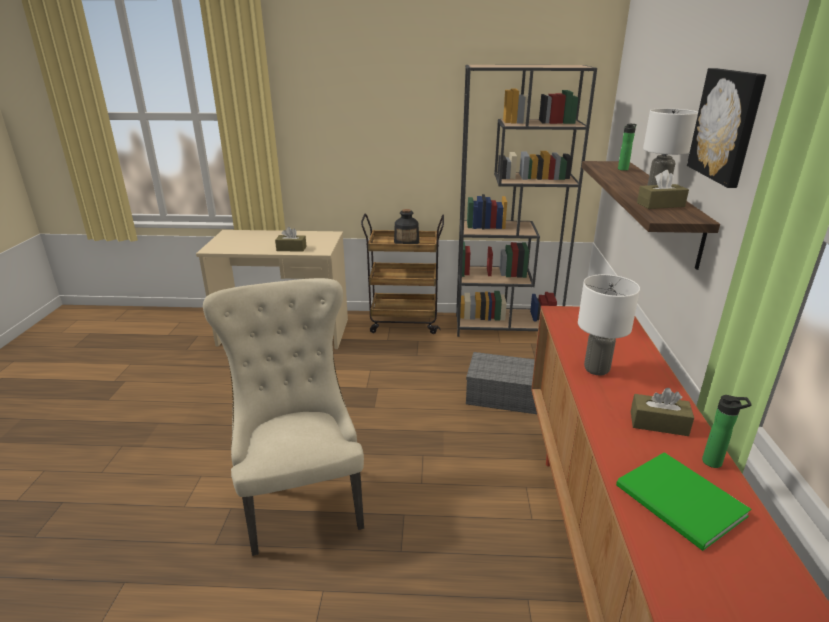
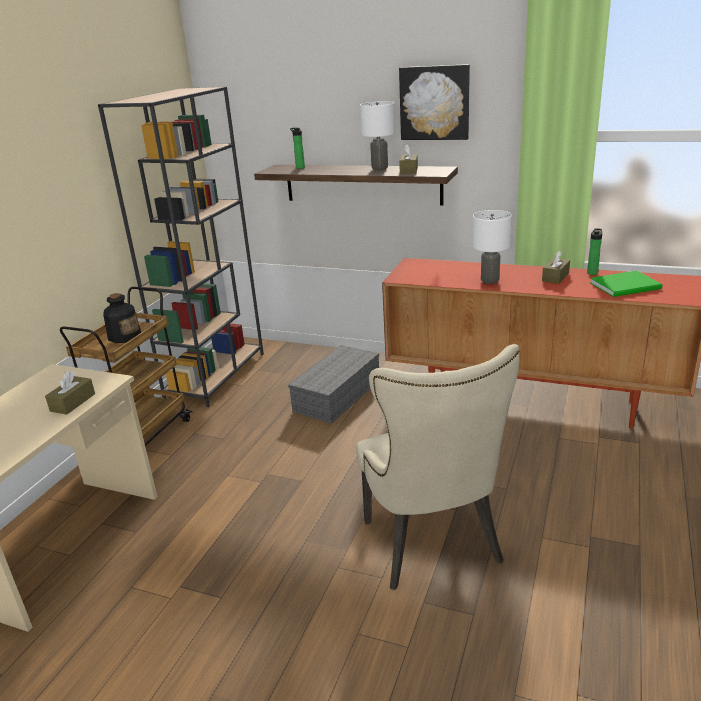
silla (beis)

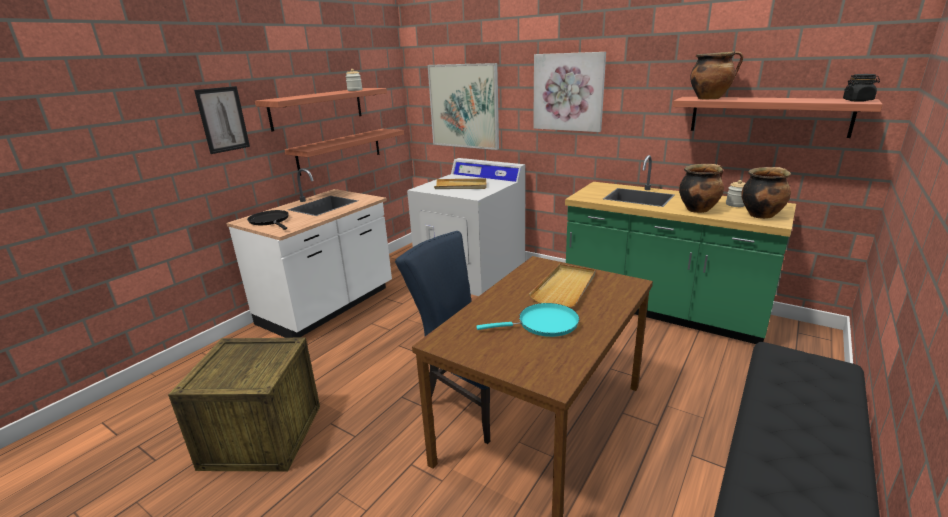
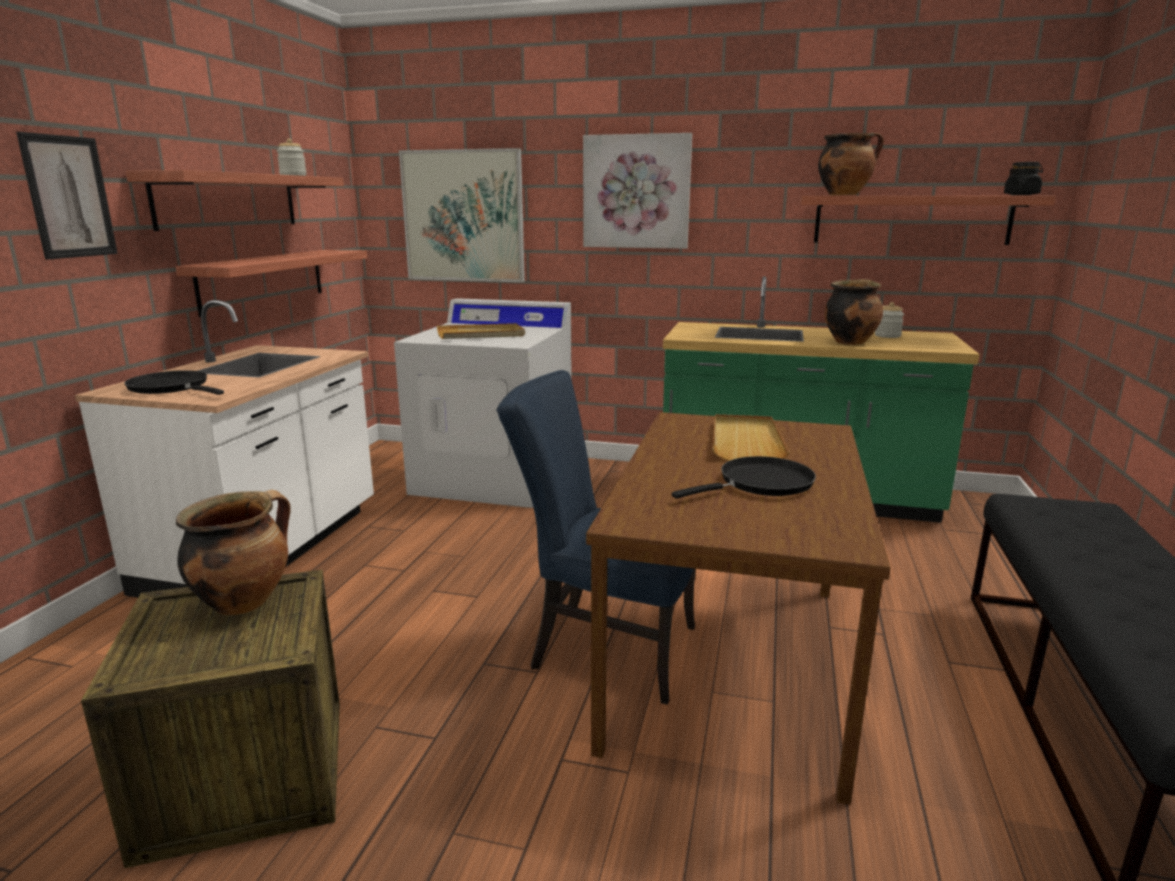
olla (1st from left)
sartén (negro) (2nd from left)

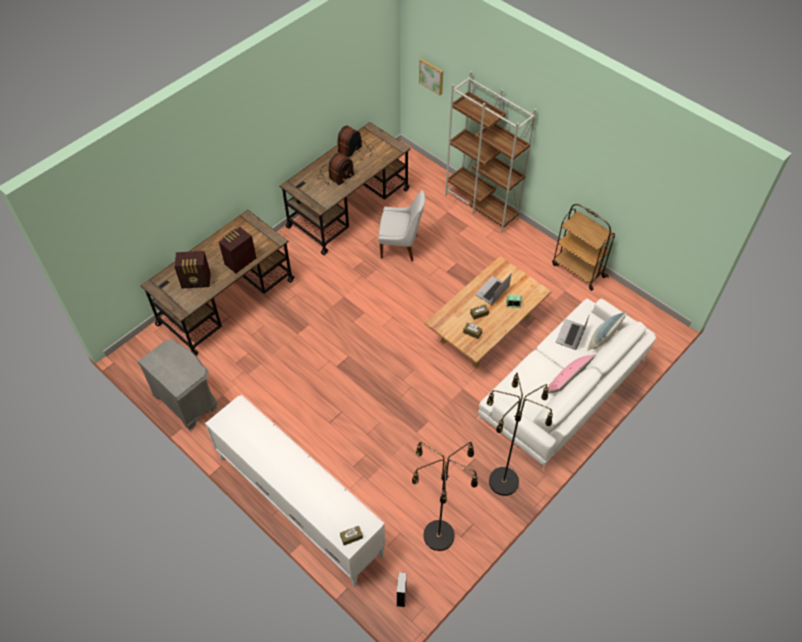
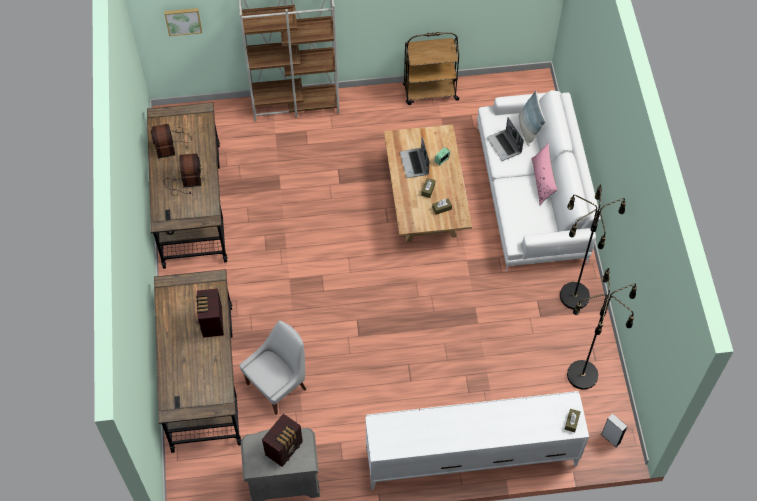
silla (blanco)
radio (4th from left)

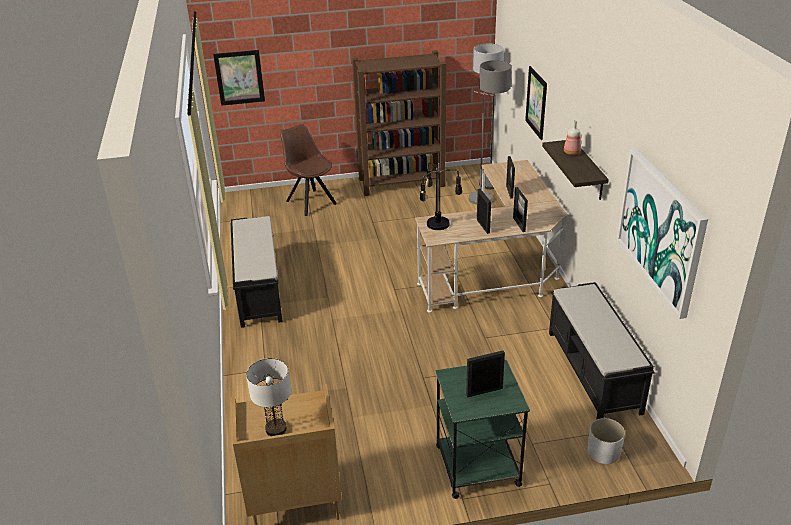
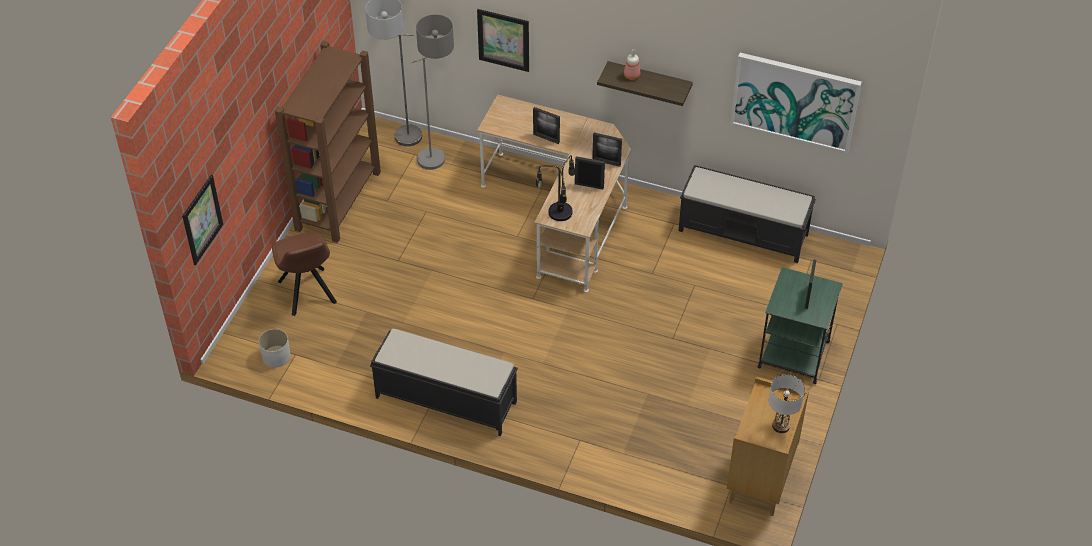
silla (marrón)
maceta (blanco)

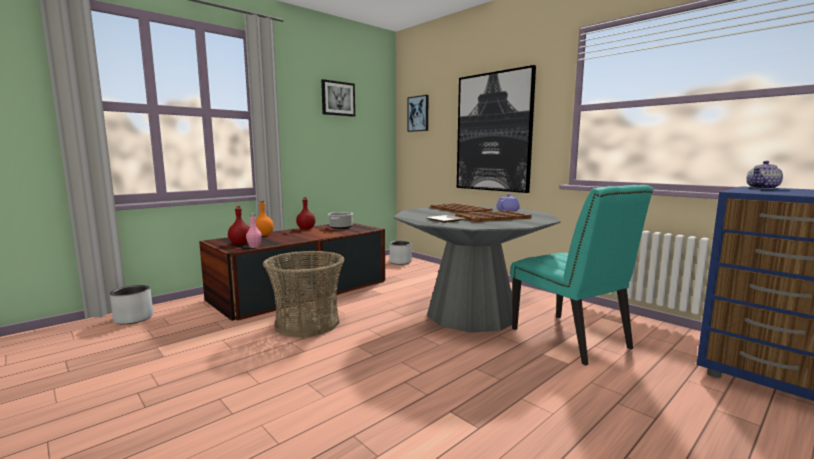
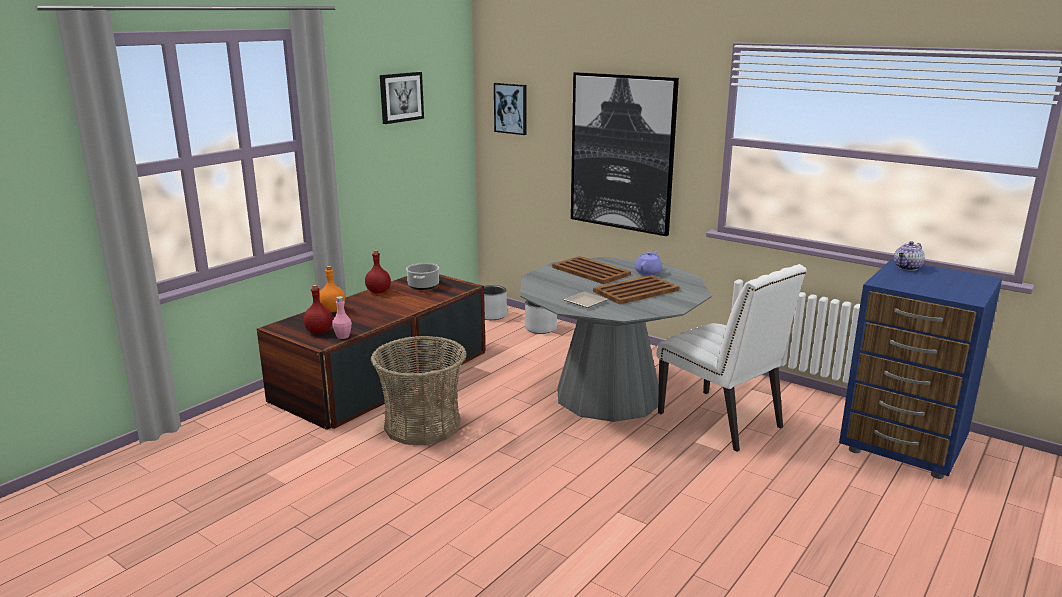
silla (blanco)
maceta (gris) (2nd from left)

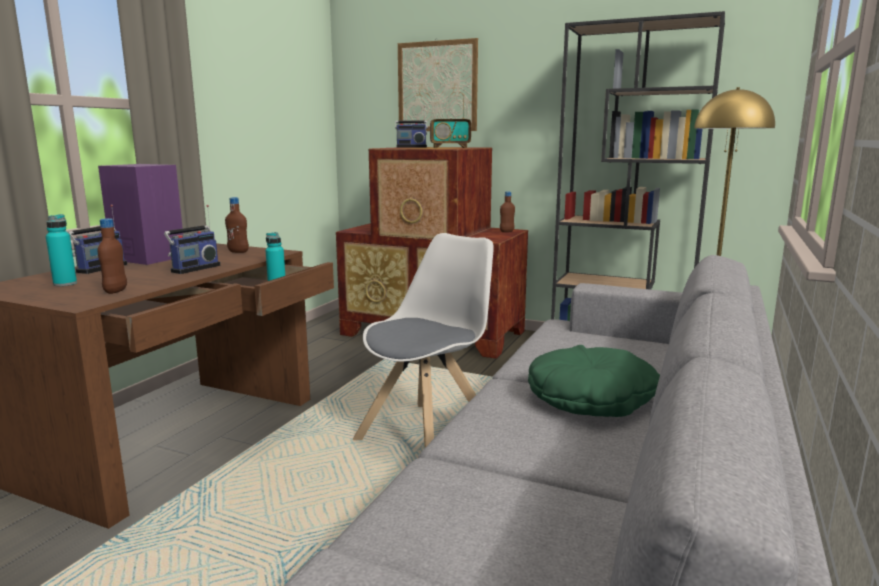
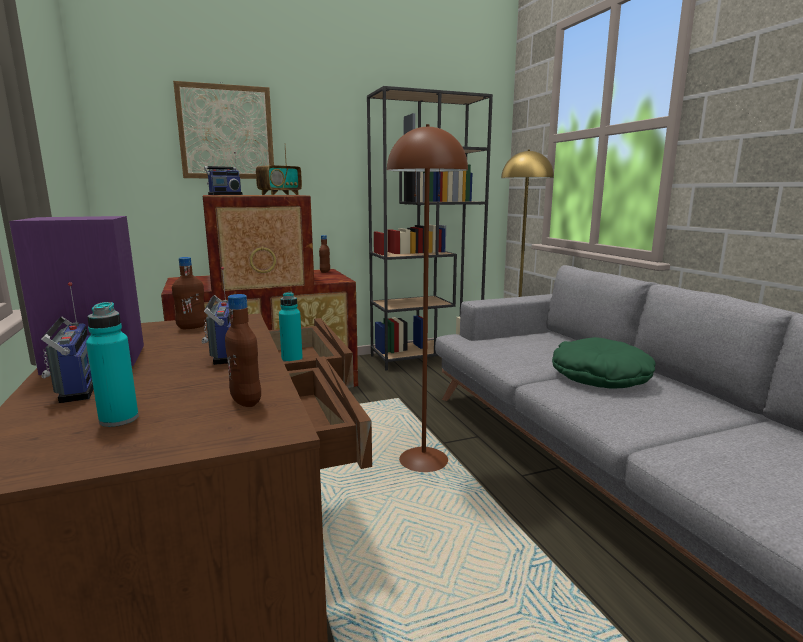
lámpara de pie (marrón)

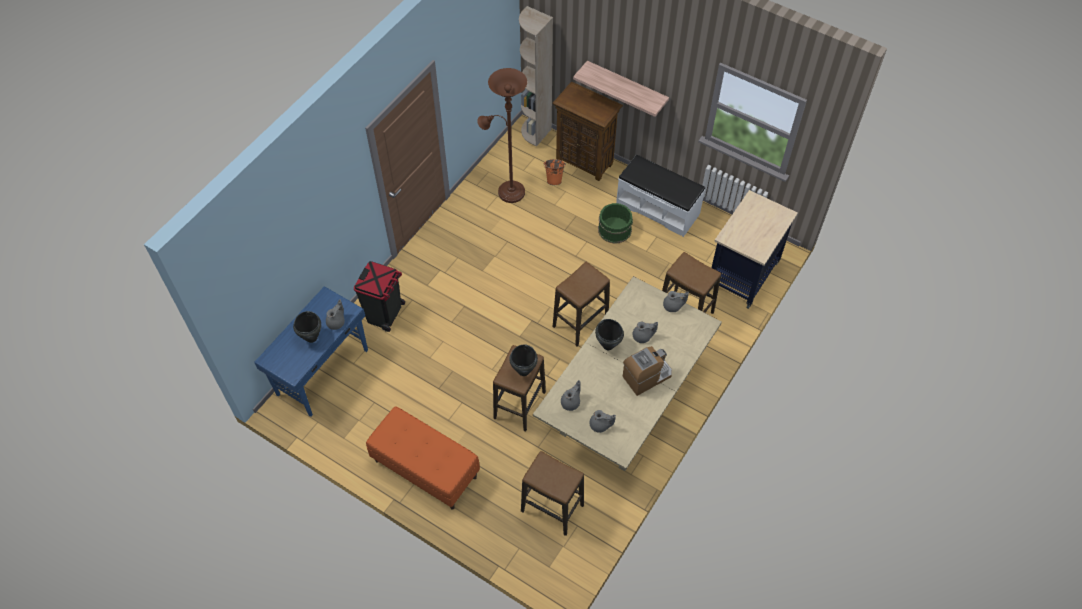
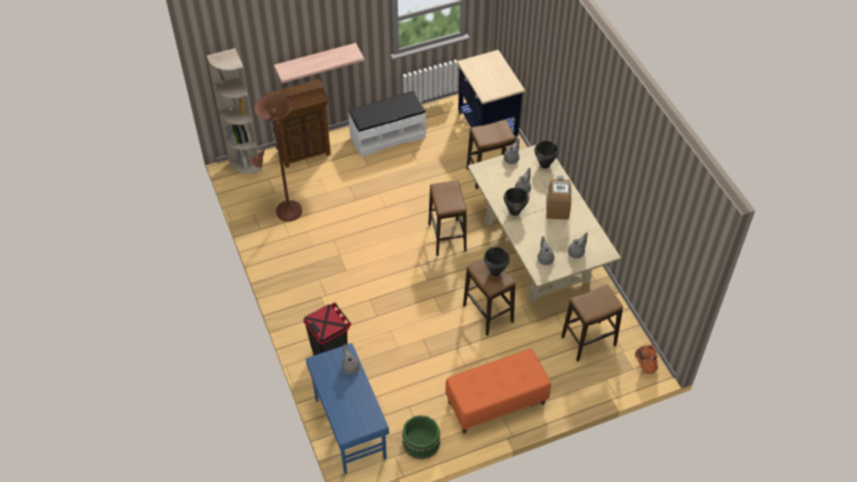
cubo (naranja)
cubo (verde)
olla (negro) (3rd from left)

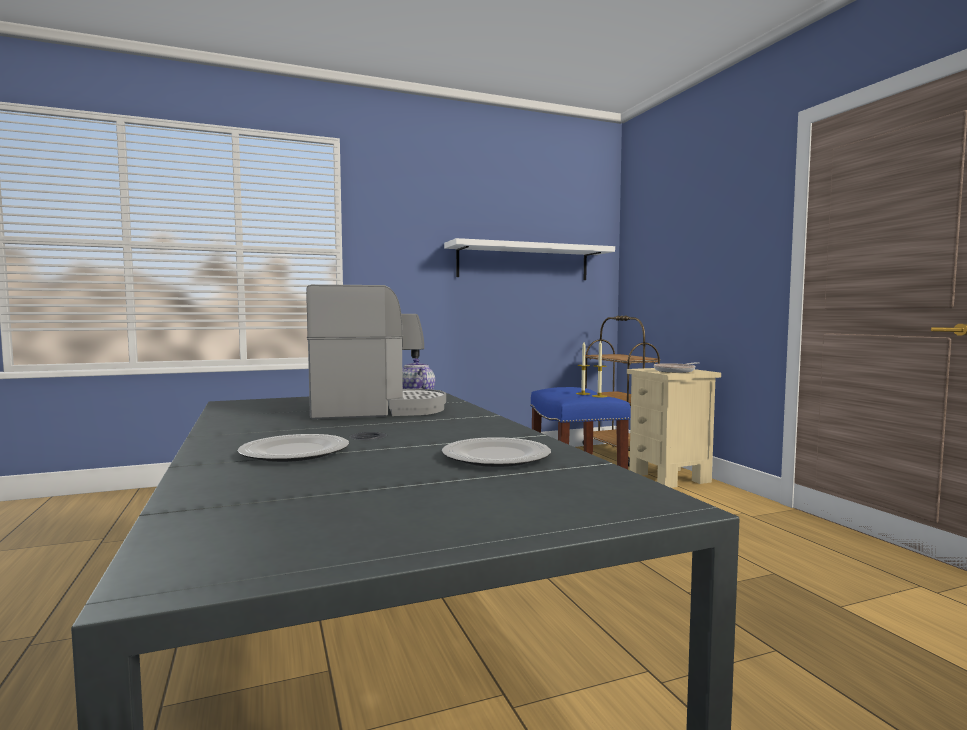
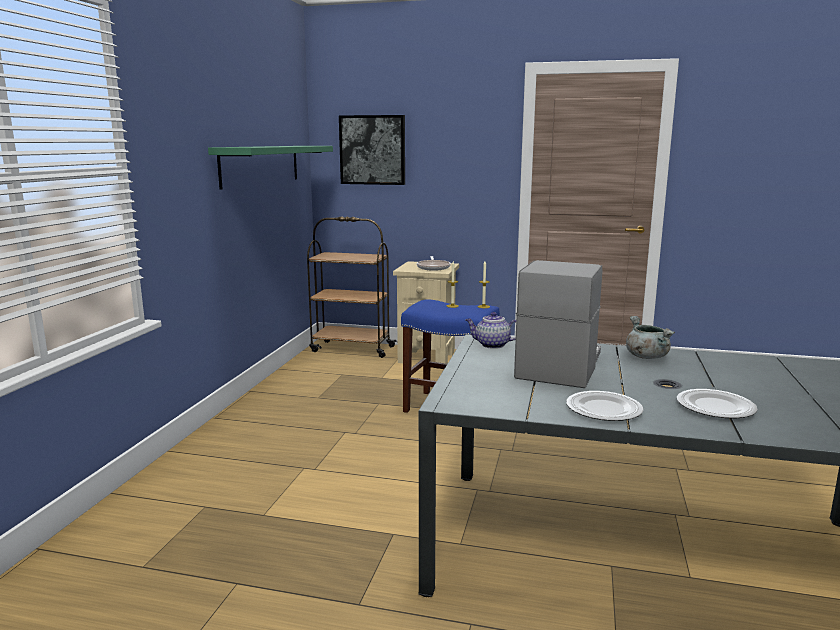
estante (verde)
plato (1st from left)
cuadro
olla (gris)

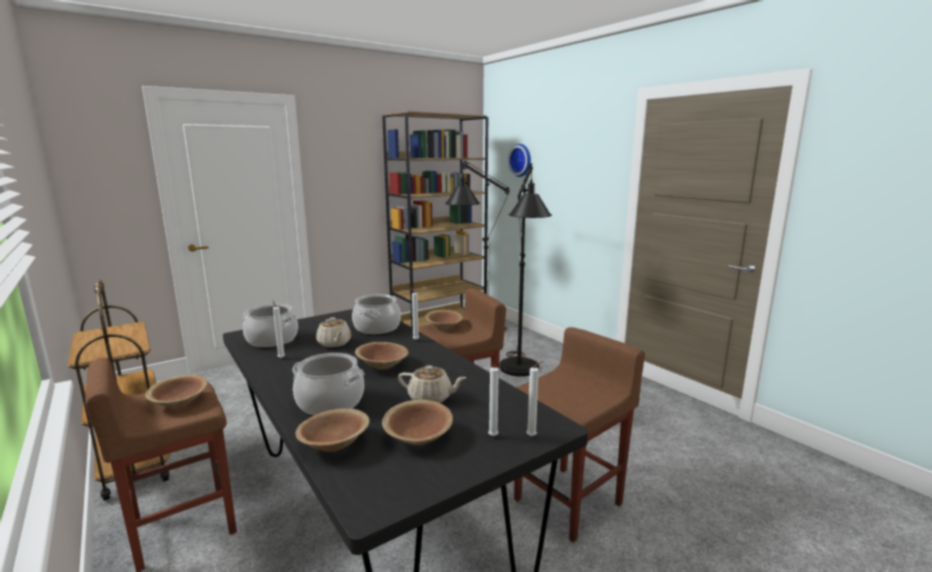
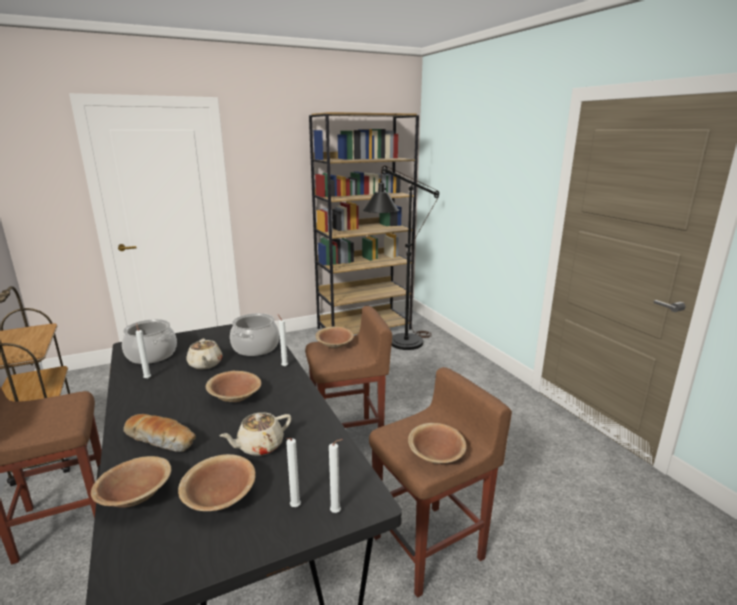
reloj de pared
lámpara de pie (negro) (2nd from left in the first image)
pan
tetera (beis) (2nd from left)
cuenco (marrón) (5th from left)

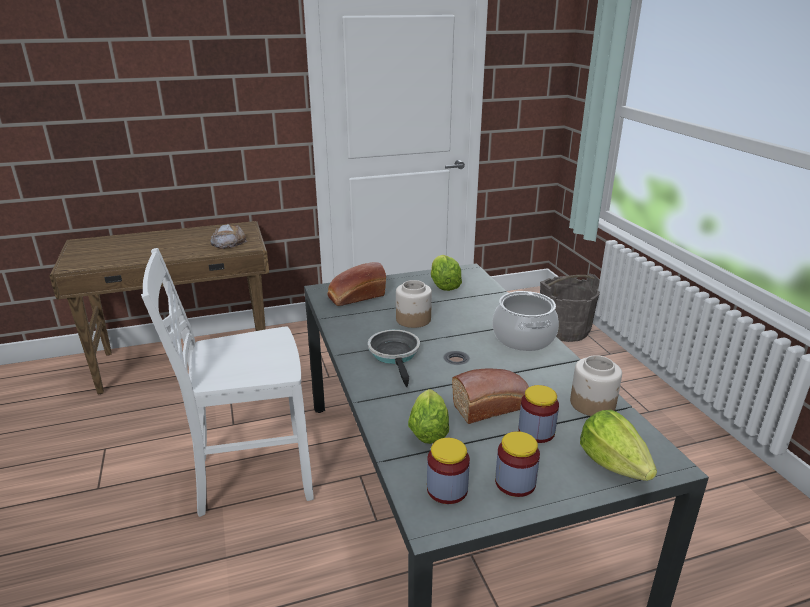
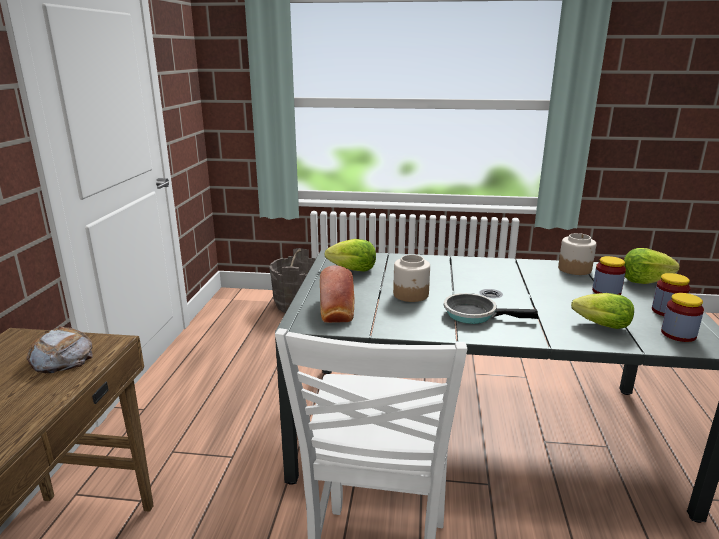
olla
pan (3rd from left in the first image)

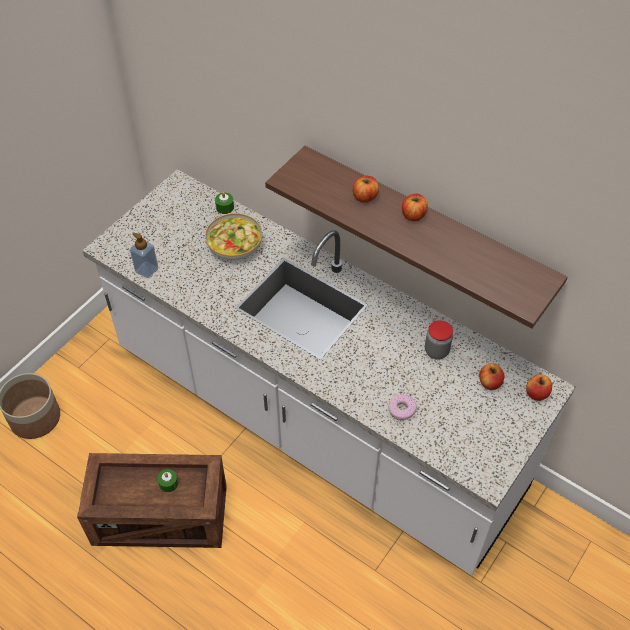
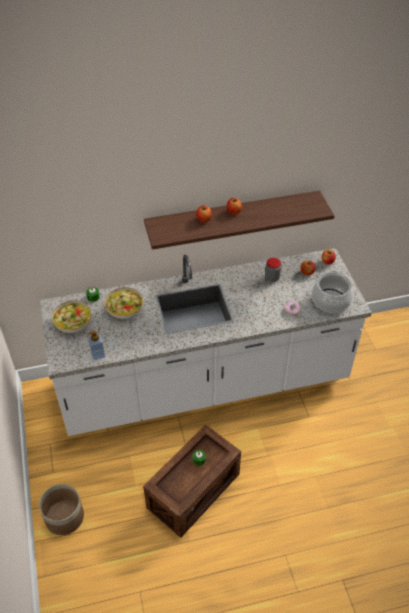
olla
cuenco (1st from left)

